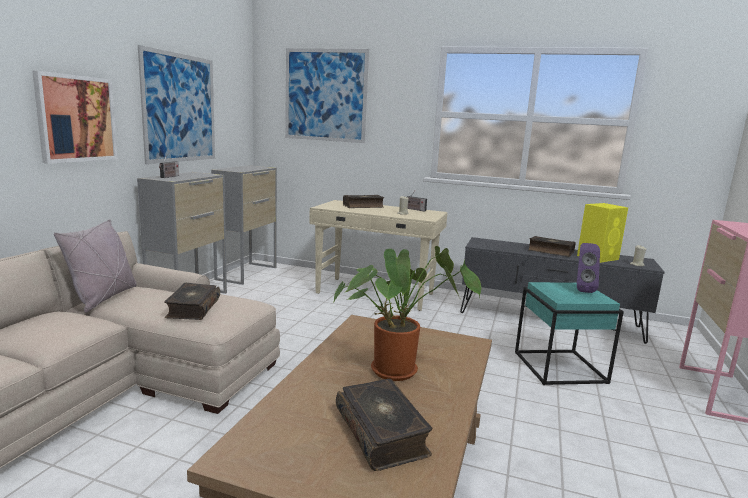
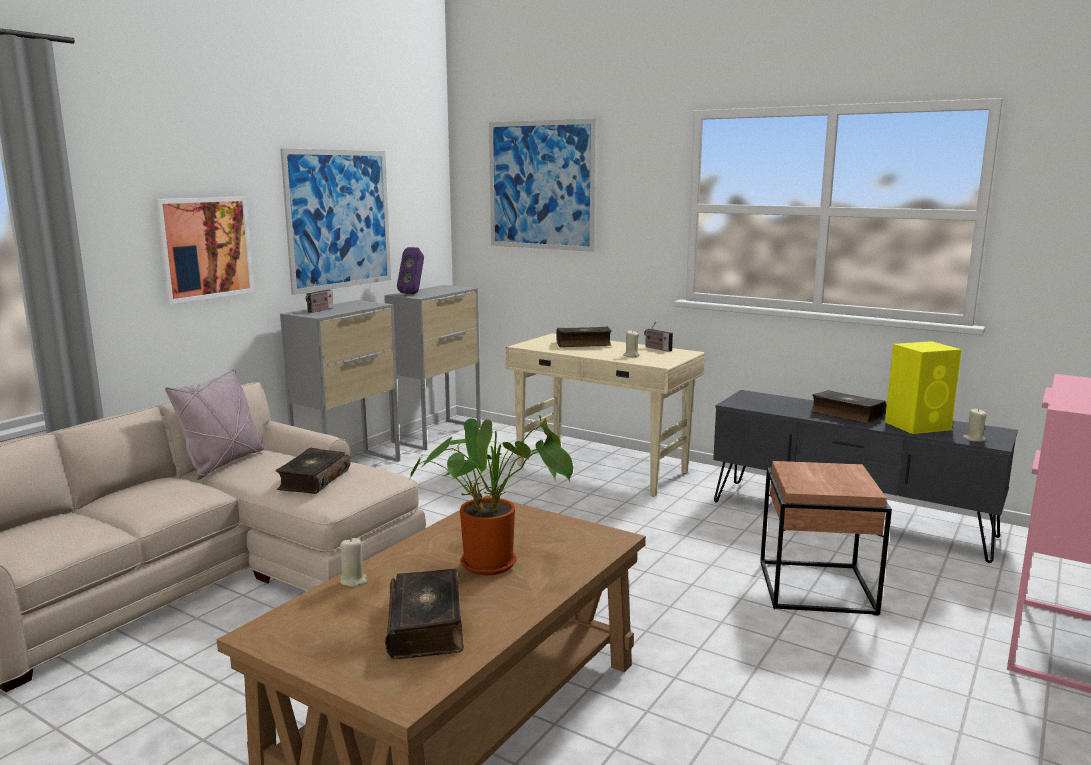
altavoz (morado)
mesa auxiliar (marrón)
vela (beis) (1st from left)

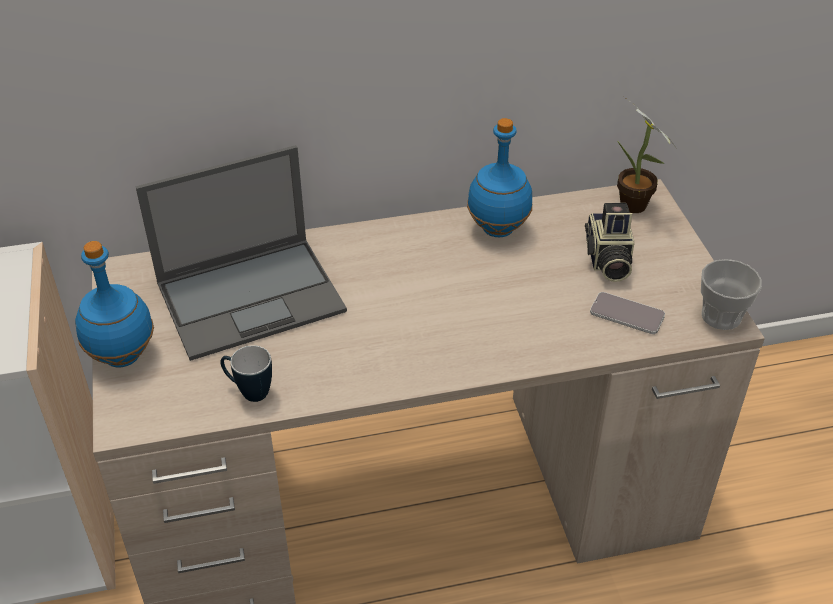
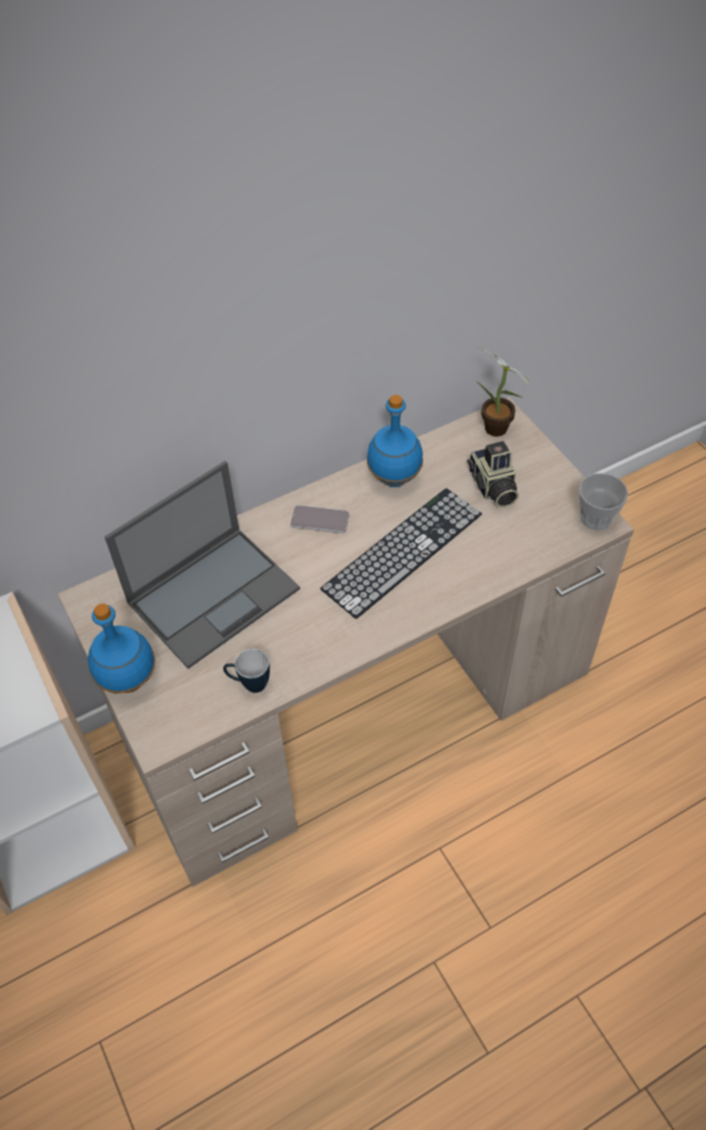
móvil
teclado

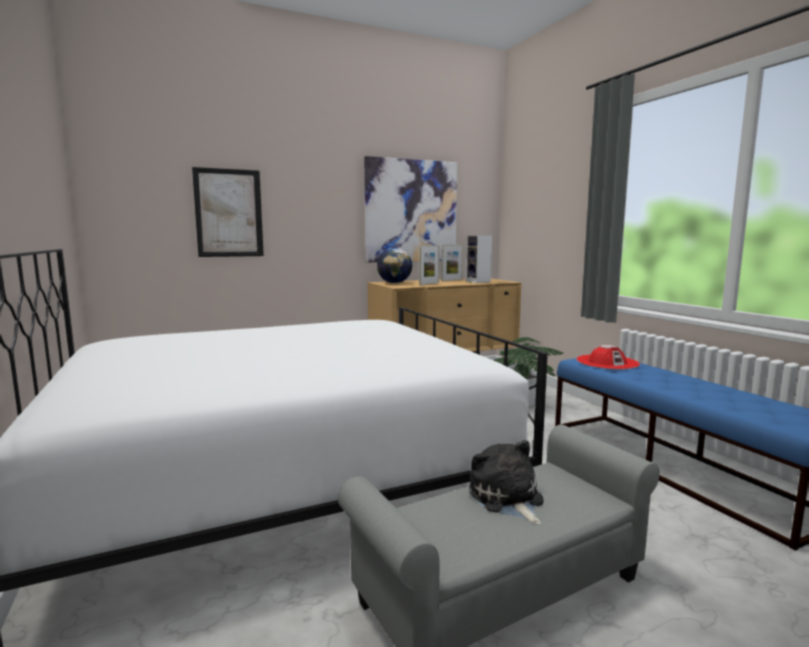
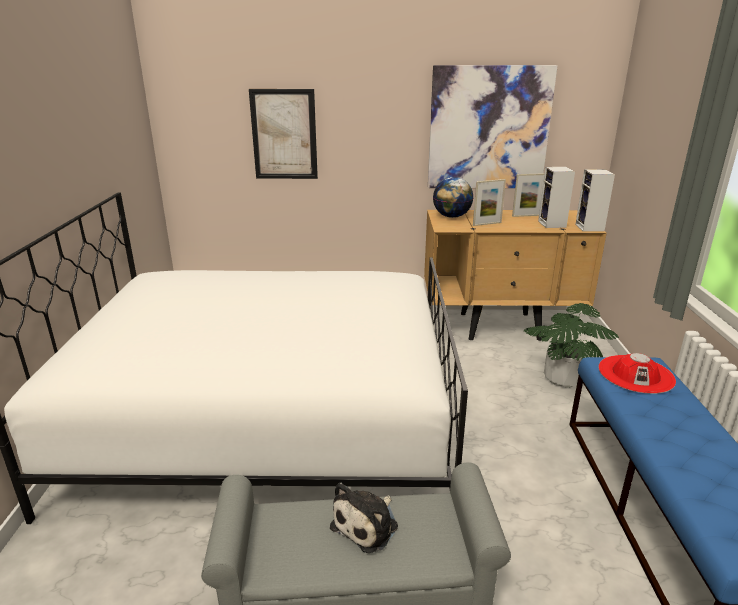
peluche
altavoz (2nd from left)

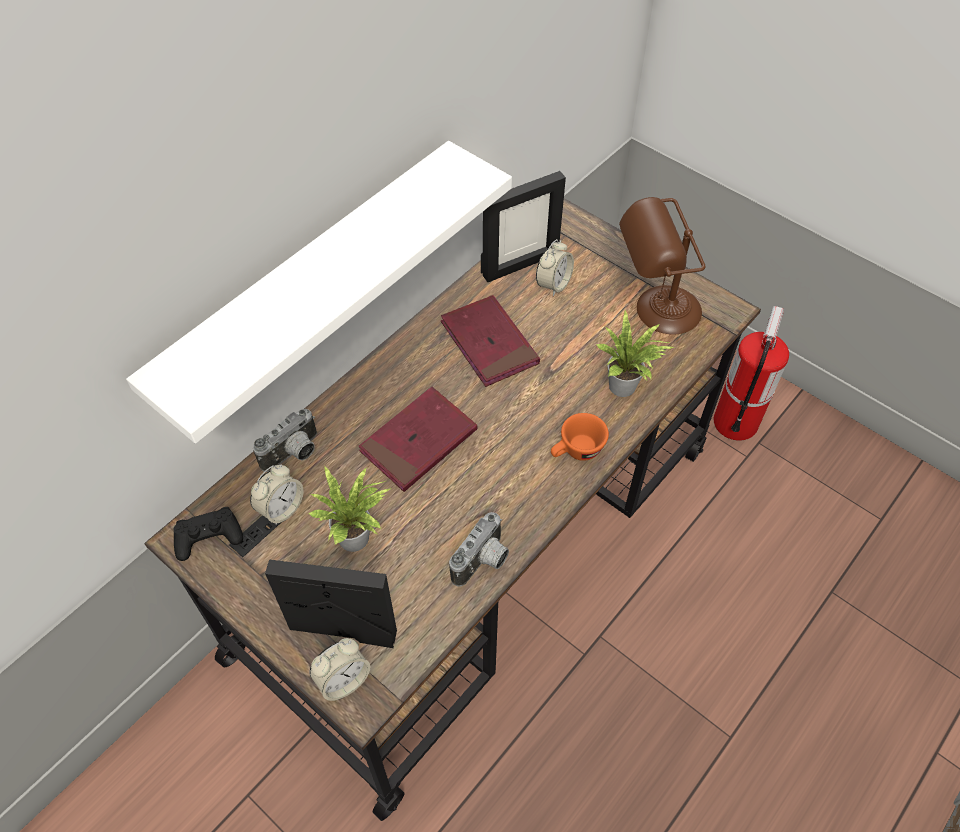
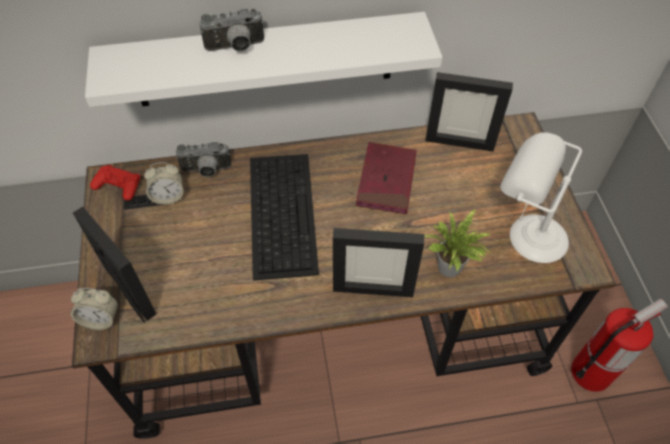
lámpara de mesa (blanco)
despertador (3rd from left in the first image)
teclado
portarretratos (2nd from left)
planta en maceta (1st from left in the first image)
mando de consola (rojo)
cámara (2nd from left)

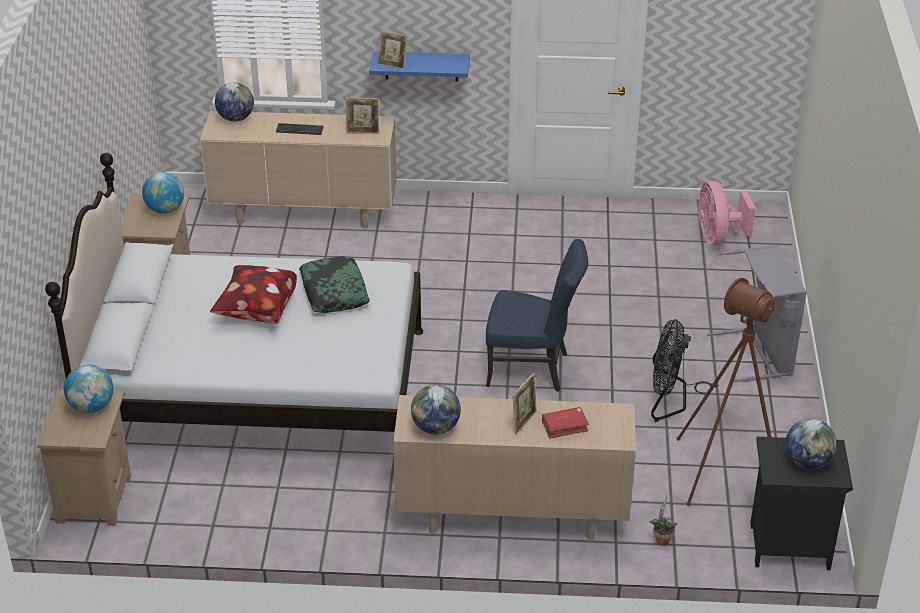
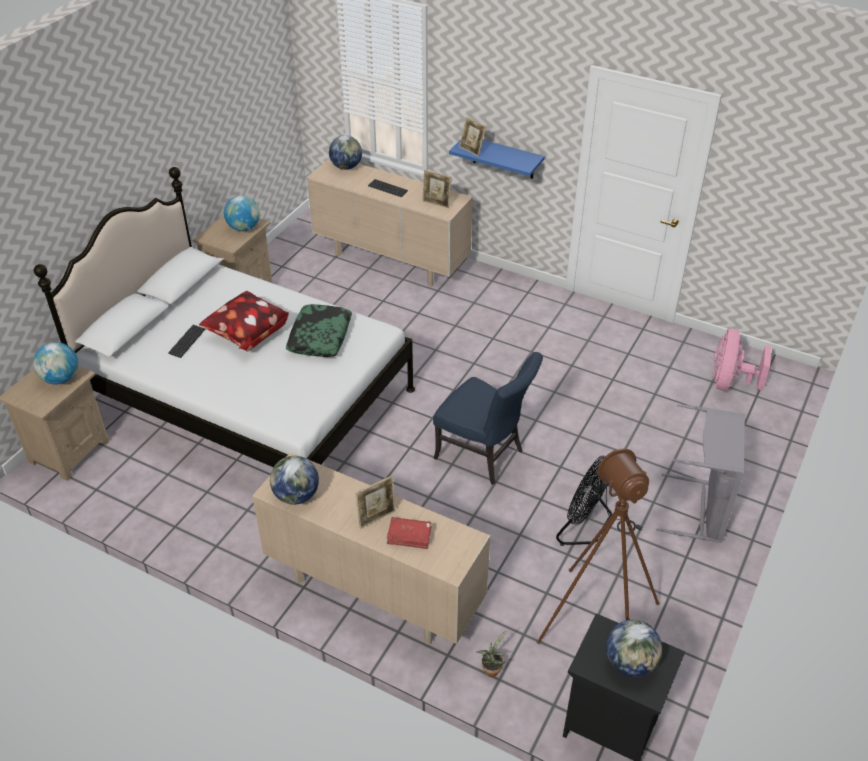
teclado (1st from left)

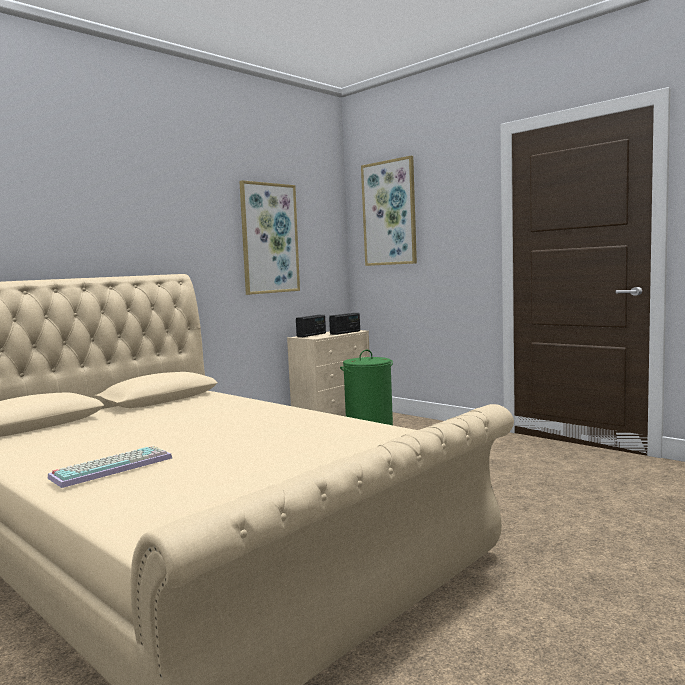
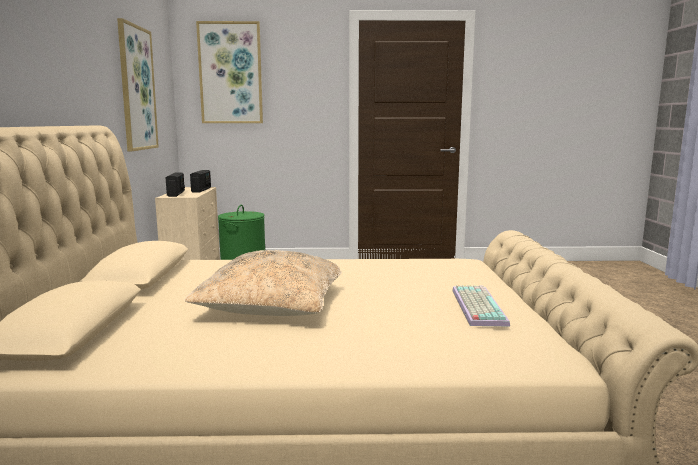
teclado
cojín (beis)

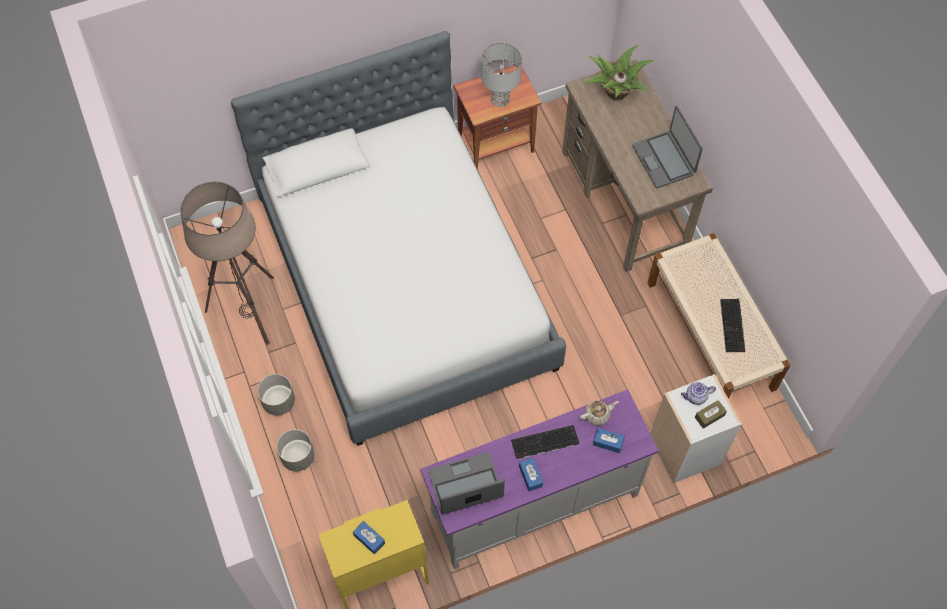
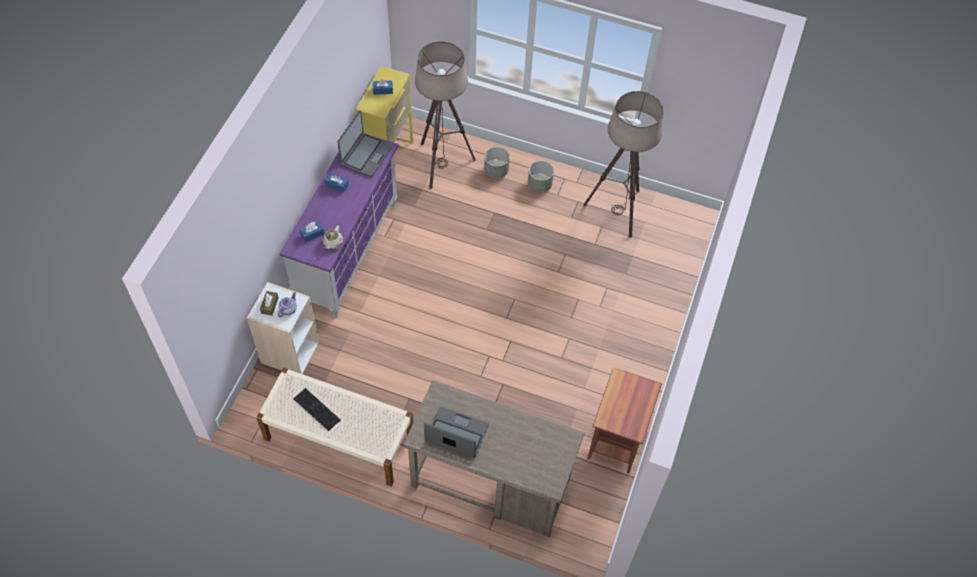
cama
lámpara de mesa (blanco)
planta en maceta
teclado (1st from left in the first image)
lámpara de pie (1st from left)

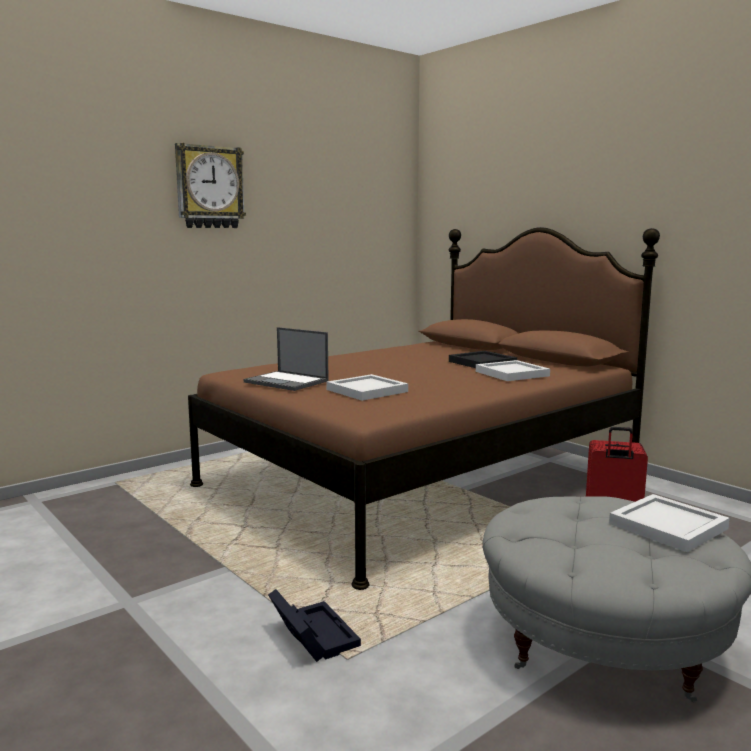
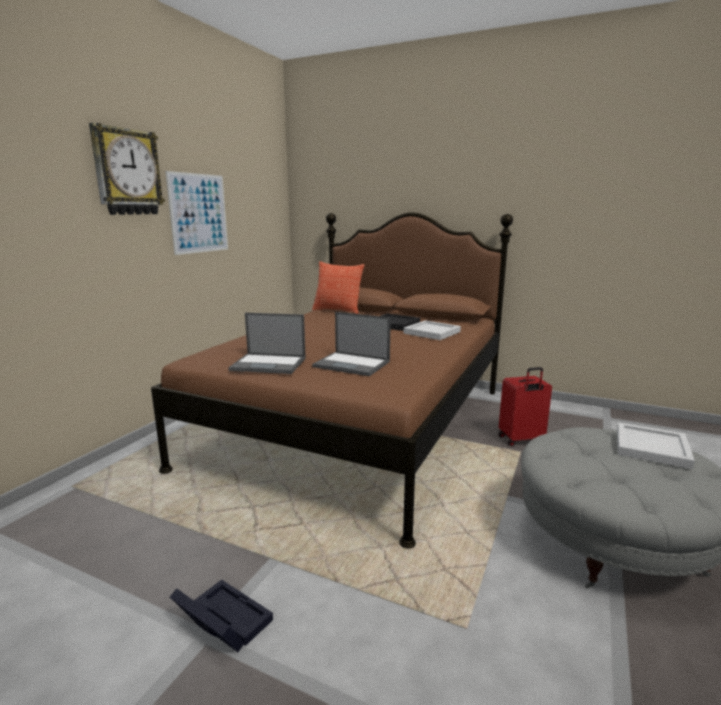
portátil (2nd from left)
caja de almacenaje (negro)
cuadro
cojín (naranja)

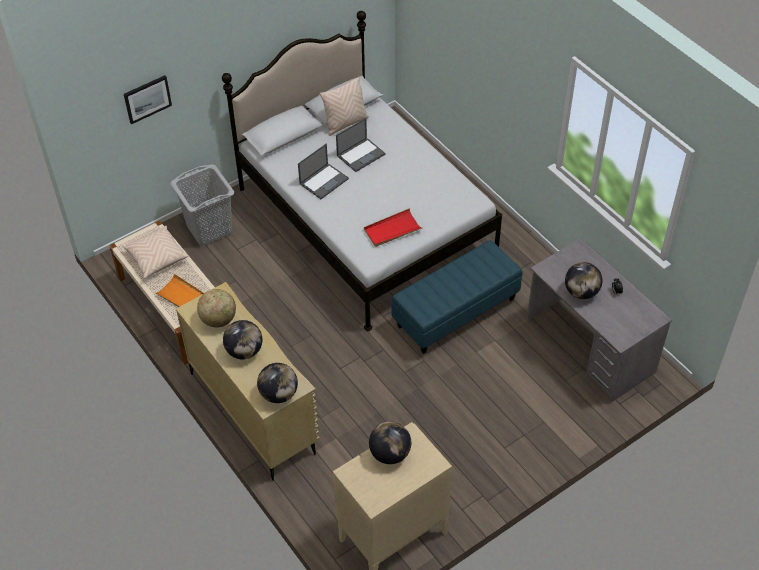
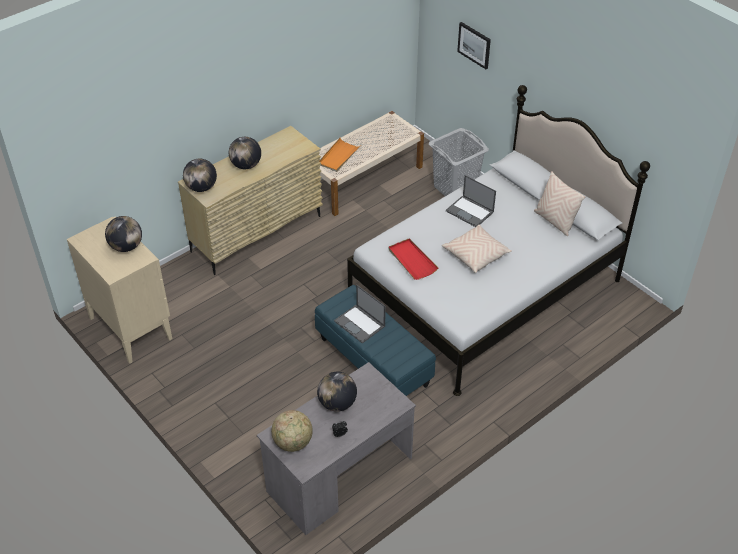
portátil (1st from left)
cojín (beis) (1st from left)
globo terráqueo (4th from left)

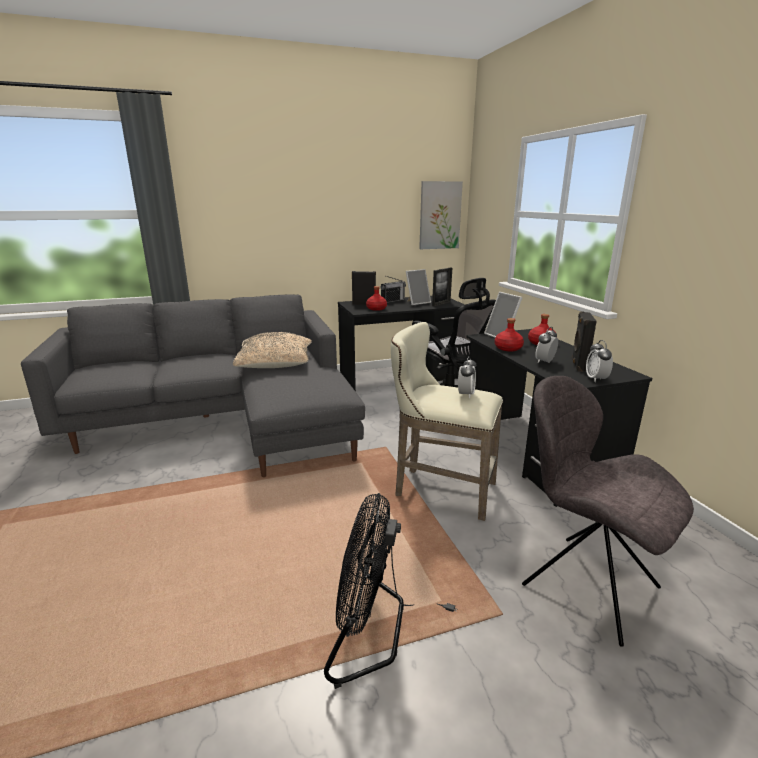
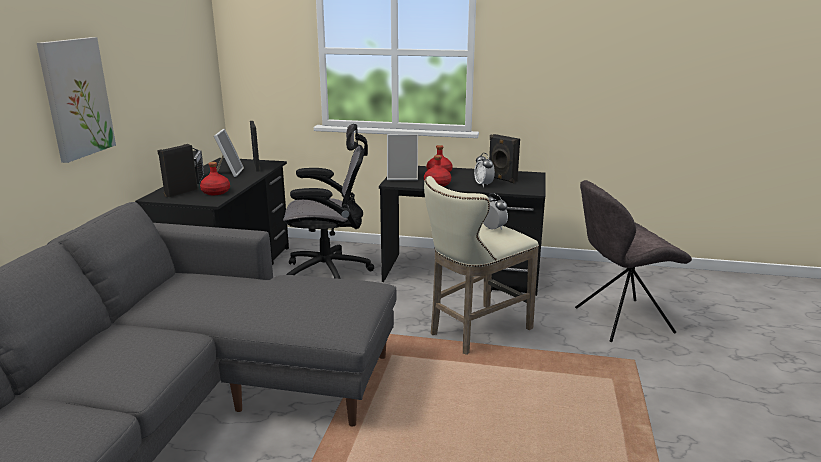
cuadro
cojín (beis)
despertador (3rd from left in the first image)
ventilador (negro)

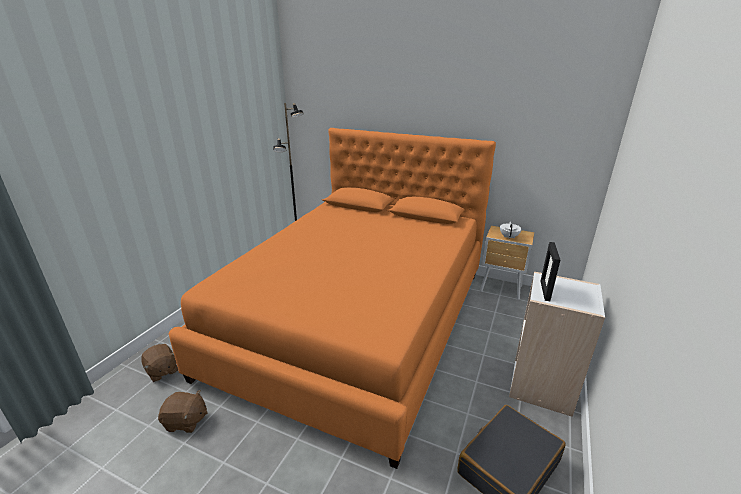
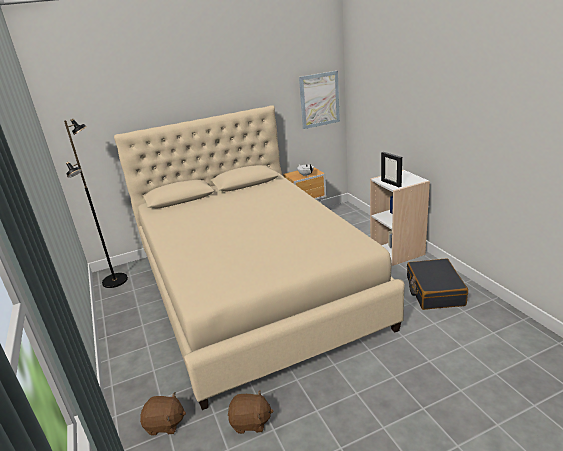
cama (beis)
peluche (marrón) (2nd from left)
cuadro

